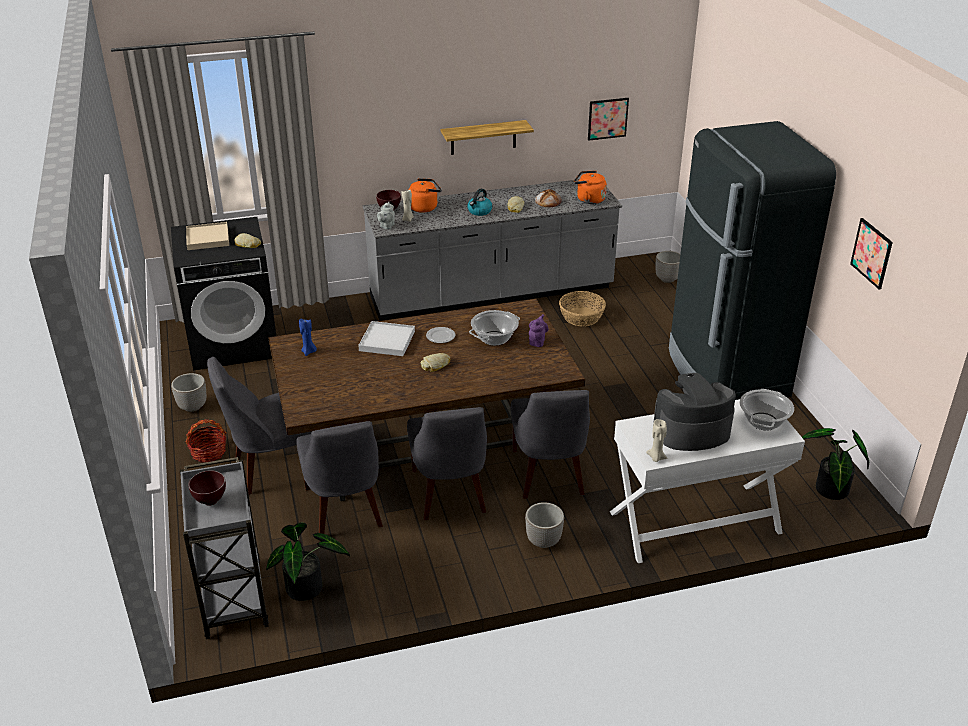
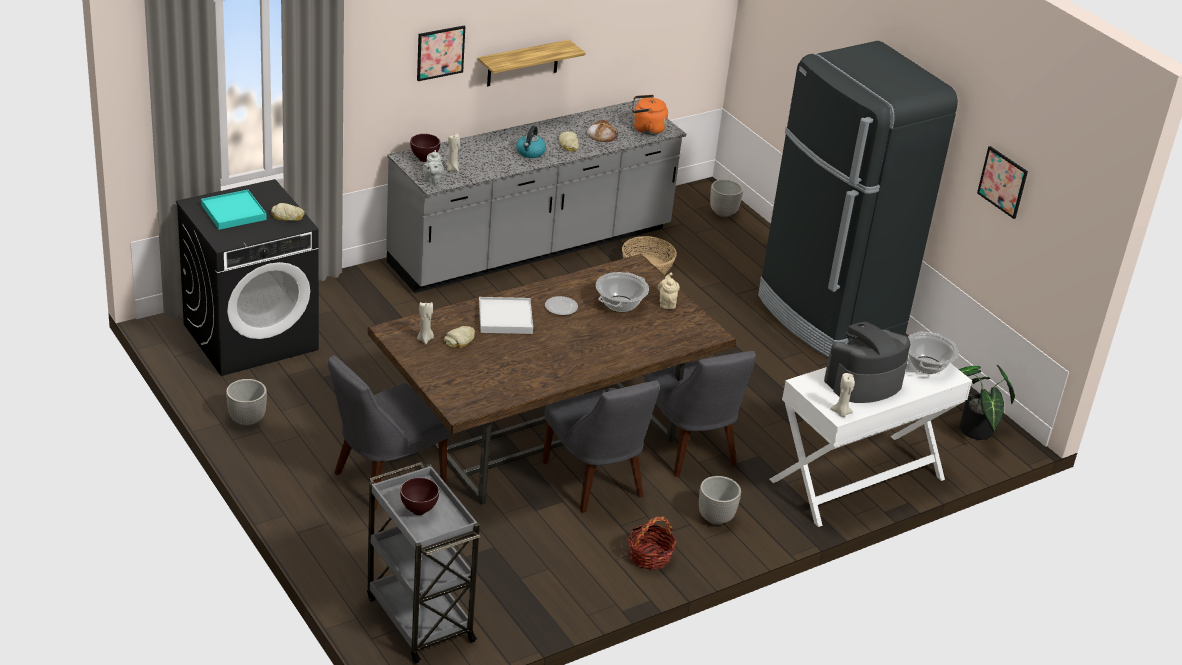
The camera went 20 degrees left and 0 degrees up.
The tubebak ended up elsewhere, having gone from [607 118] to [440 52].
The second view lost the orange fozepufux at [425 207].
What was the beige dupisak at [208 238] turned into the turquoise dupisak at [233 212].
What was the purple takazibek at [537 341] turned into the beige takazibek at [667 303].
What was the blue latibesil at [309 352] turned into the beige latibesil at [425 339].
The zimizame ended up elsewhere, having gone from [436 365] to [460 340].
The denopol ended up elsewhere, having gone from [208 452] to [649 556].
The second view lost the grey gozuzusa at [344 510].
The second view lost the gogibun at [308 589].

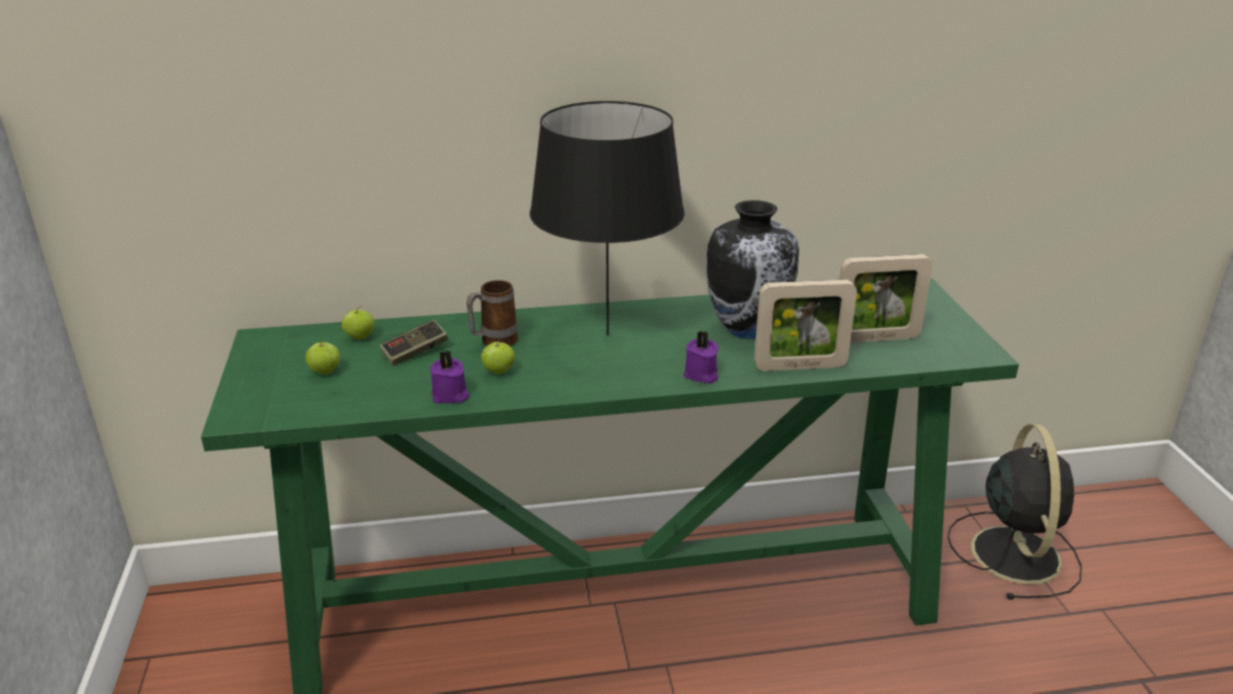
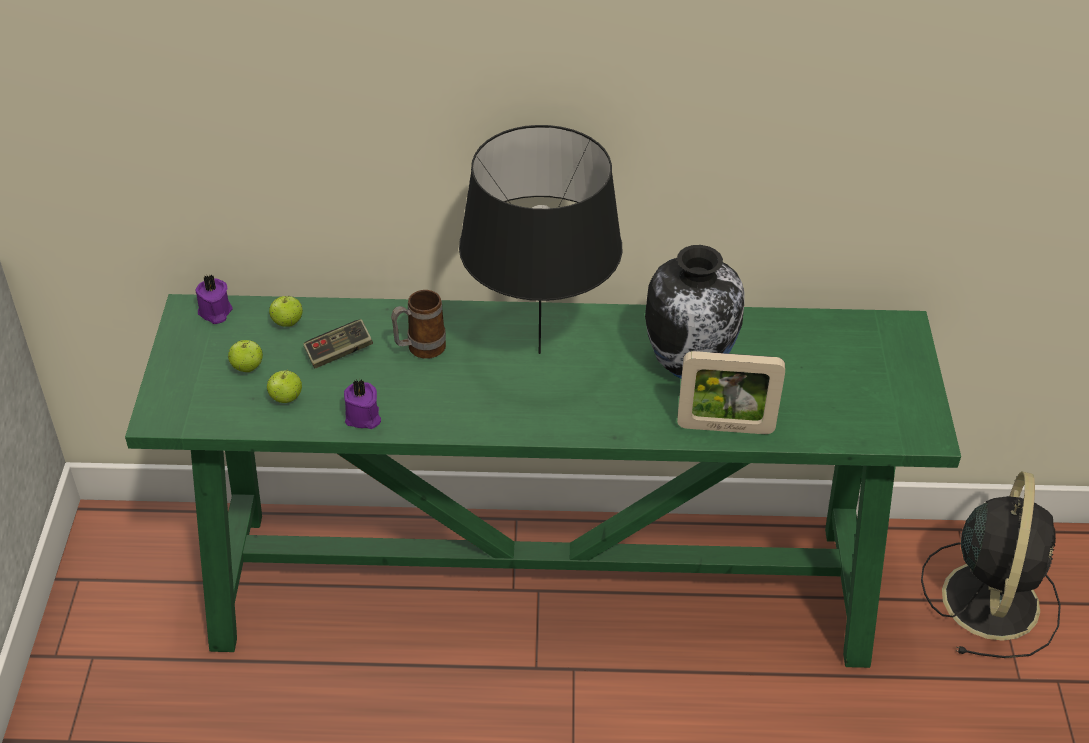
The camera went 10 degrees right and 15 degrees up.
The second view lost the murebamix at [876 338].
The purple latibesil ended up elsewhere, having gone from [701 375] to [215 312].
The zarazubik ended up elsewhere, having gone from [498 371] to [286 398].

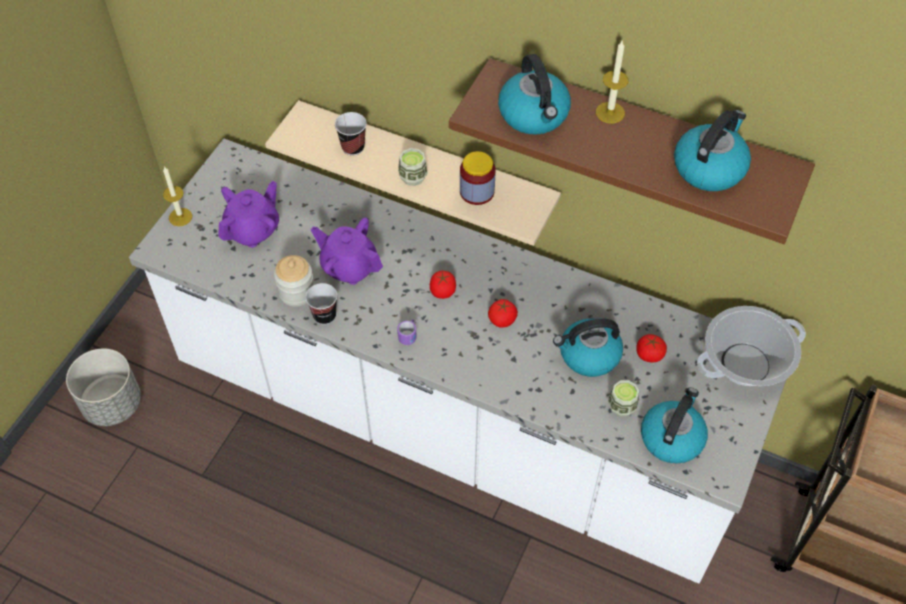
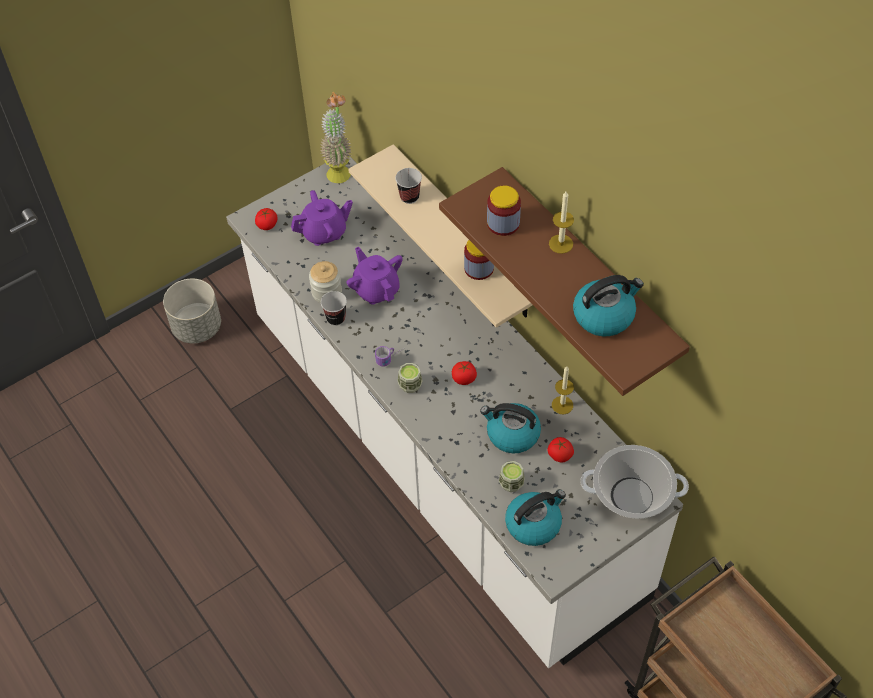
The camera went 30 degrees right and 0 degrees up.
Where the fozepufux stood at [534 115], the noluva came to stand at [503 223].
The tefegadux ended up elsewhere, having gone from [413 177] to [410 385].
The latibesil ended up elsewhere, having gone from [180 217] to [562 405].
The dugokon ended up elsewhere, having gone from [442 291] to [267 225].
The second view gained the gogibun at [339 169].

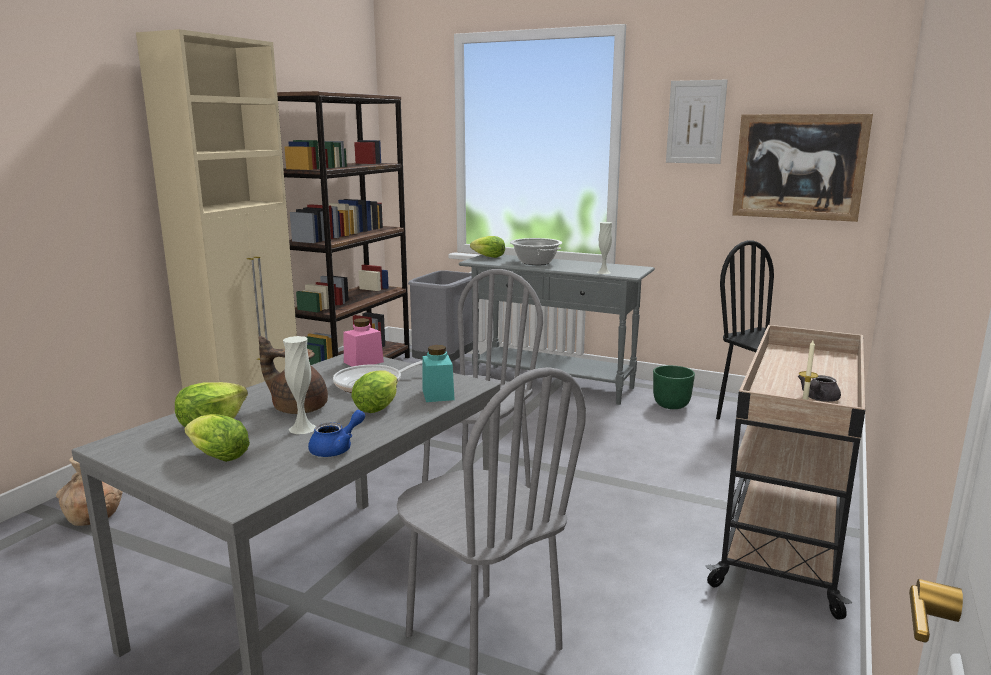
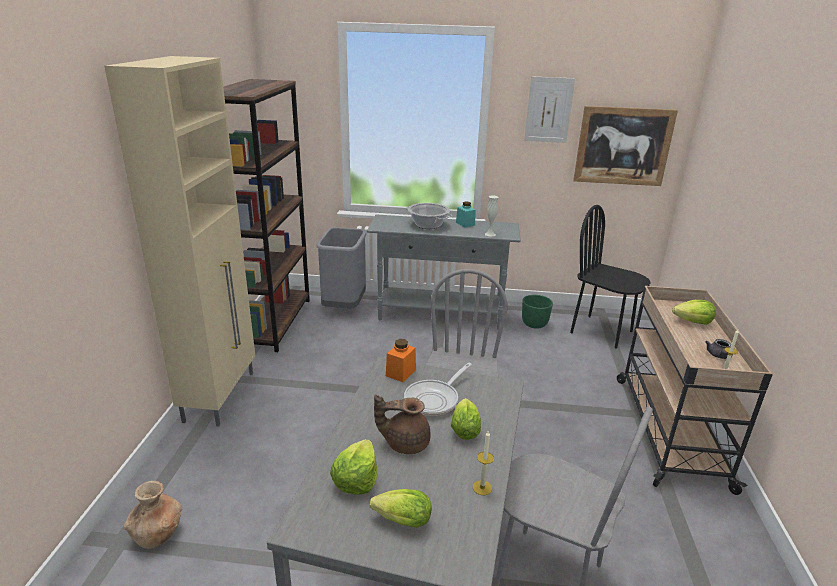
The camera went 20 degrees left and 10 degrees up.
The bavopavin ended up elsewhere, having gone from [488 257] to [693 322].
What was the pink noluva at [363 362] turned into the orange noluva at [400 372].
The second view lost the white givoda at [302 428].
The turquoise noluva ended up elsewhere, having gone from [438 394] to [465 224].
Where the blue takazibek stood at [337 449], the latibesil came to stand at [482 488].

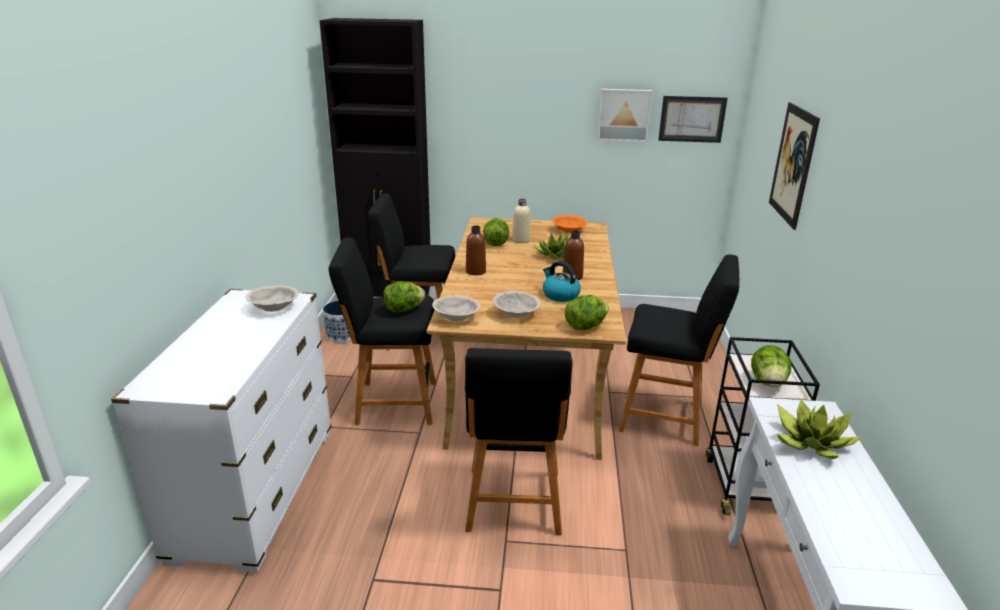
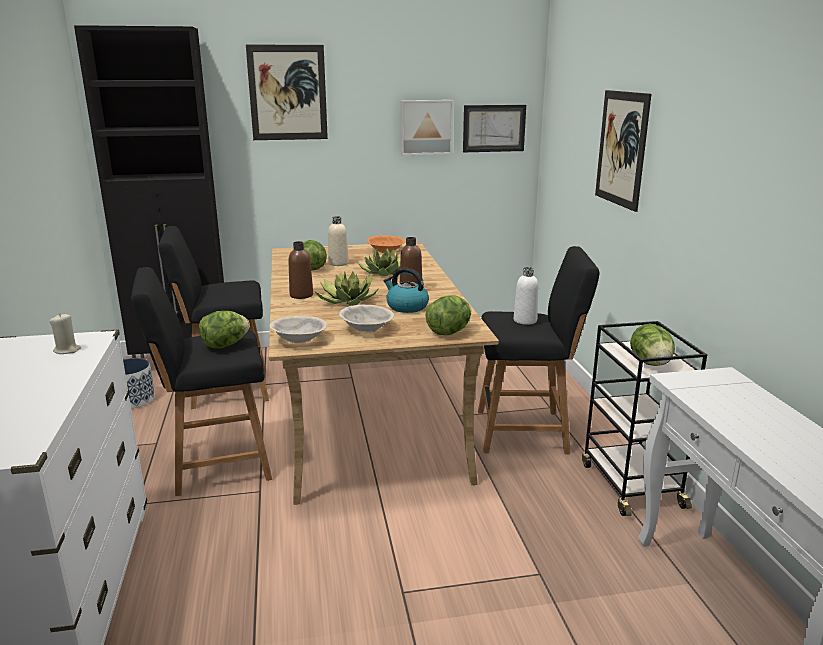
The camera went 15 degrees left and 5 degrees down.
Where the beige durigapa stood at [274 308], the beige latibesil came to stand at [67 350].
The second view lost the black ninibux at [513 505].
The gogibun ended up elsewhere, having gone from [809 442] to [346 301].
The second view gained the tubebak at [287 93].
The second view gained the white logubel at [525 320].

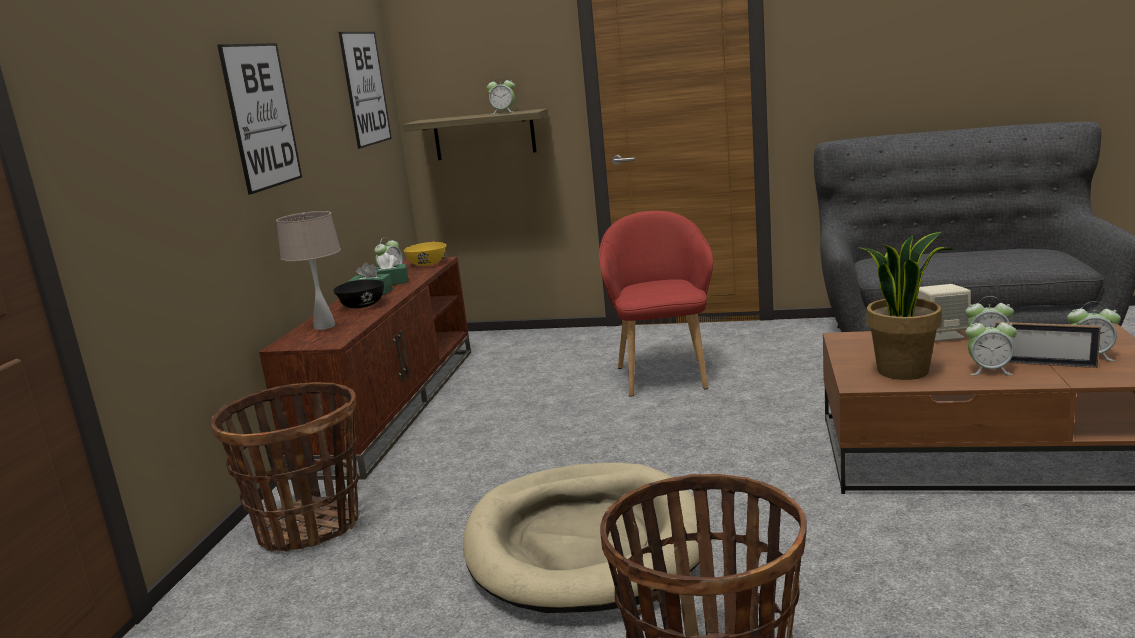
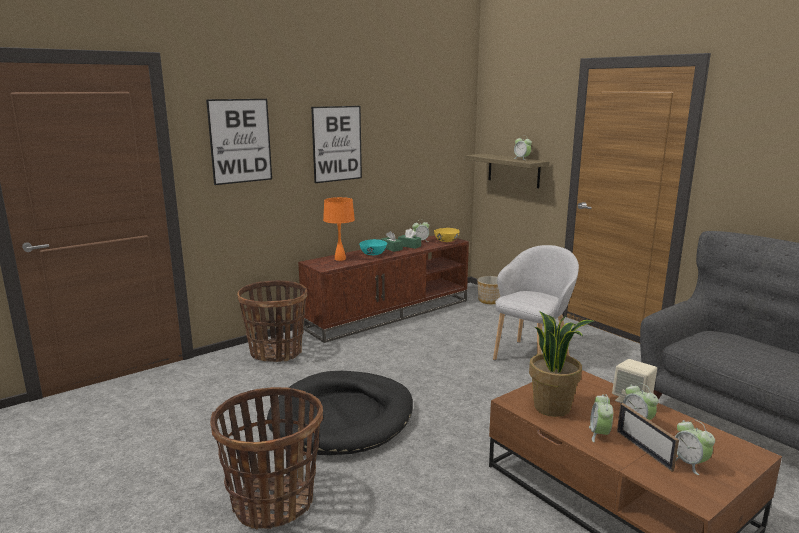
The camera went 40 degrees right and 0 degrees up.
The tubebak ended up elsewhere, having gone from [365 88] to [240 141].
What was the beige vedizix at [325 326] turned into the orange vedizix at [340 259].
What was the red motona at [663 375] turned into the grey motona at [531 356].
What was the black durigapa at [362 306] turned into the turquoise durigapa at [373 254].
The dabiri at [989 370] ended up facing another way, 45 degrees clockwise from before.
What was the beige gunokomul at [584 543] turned into the black gunokomul at [343 417].
The second view gained the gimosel at [489 301].

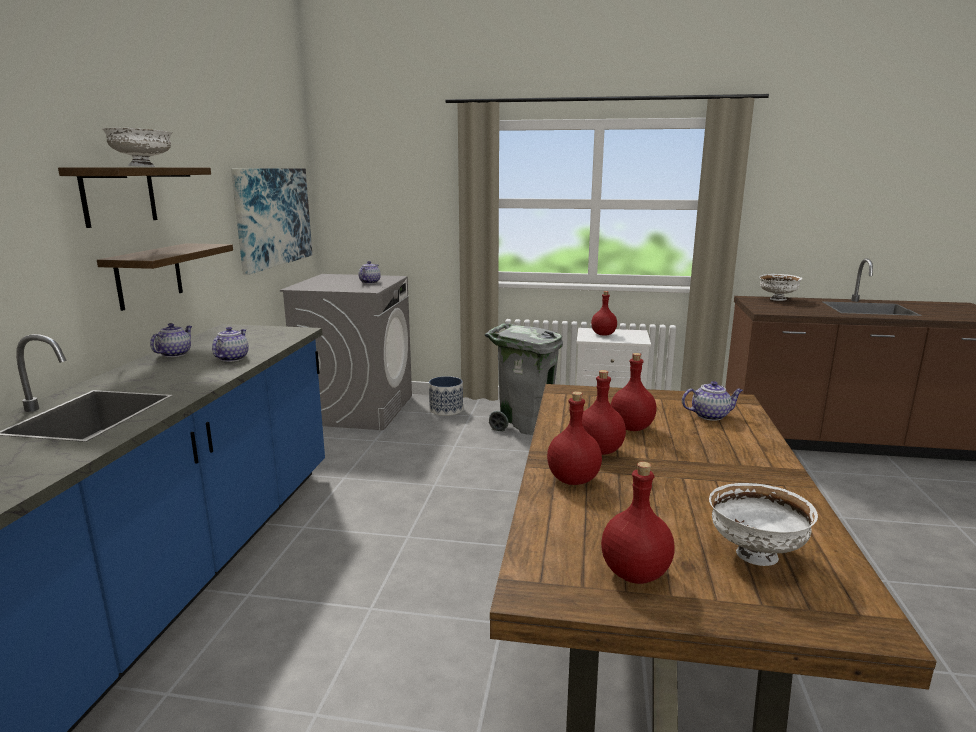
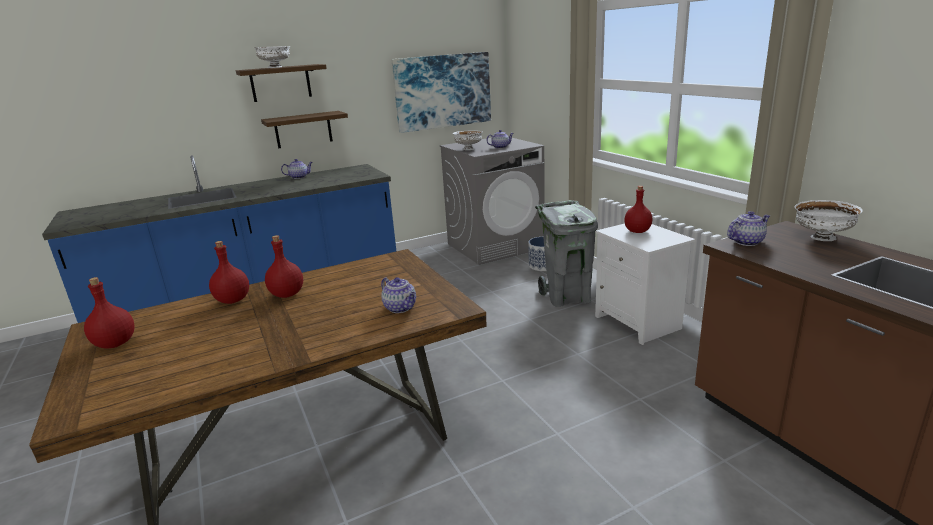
The camera went 55 degrees right and 5 degrees up.
The takazibek ended up elsewhere, having gone from [232 358] to [746 242].
The second view lost the red logubel at [631 427].
The white durigapa ended up elsewhere, having gone from [754 555] to [468 149].

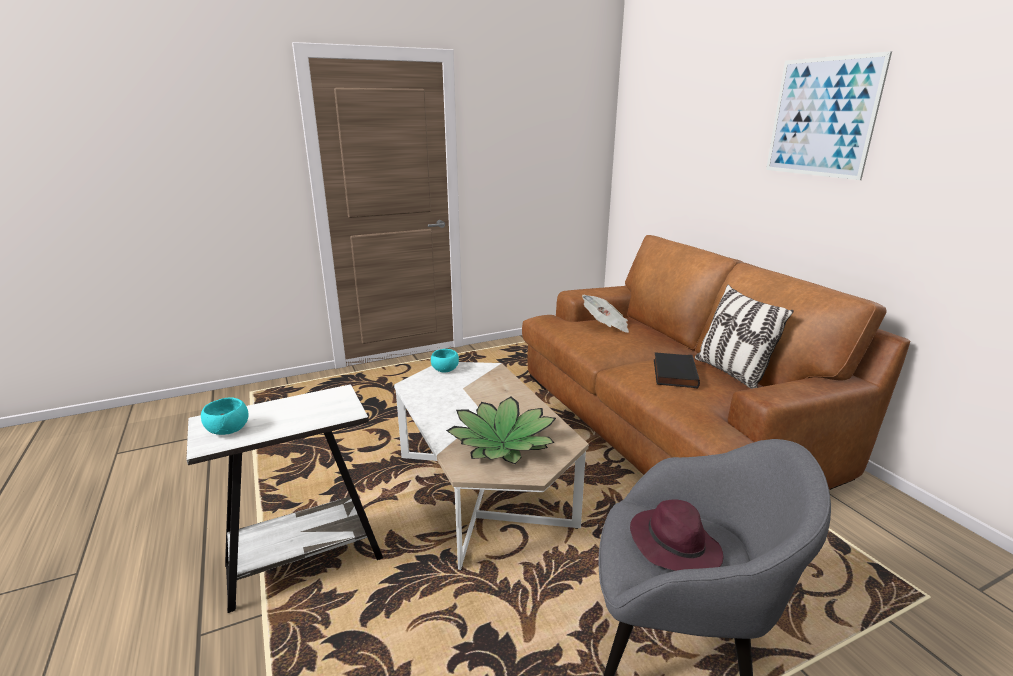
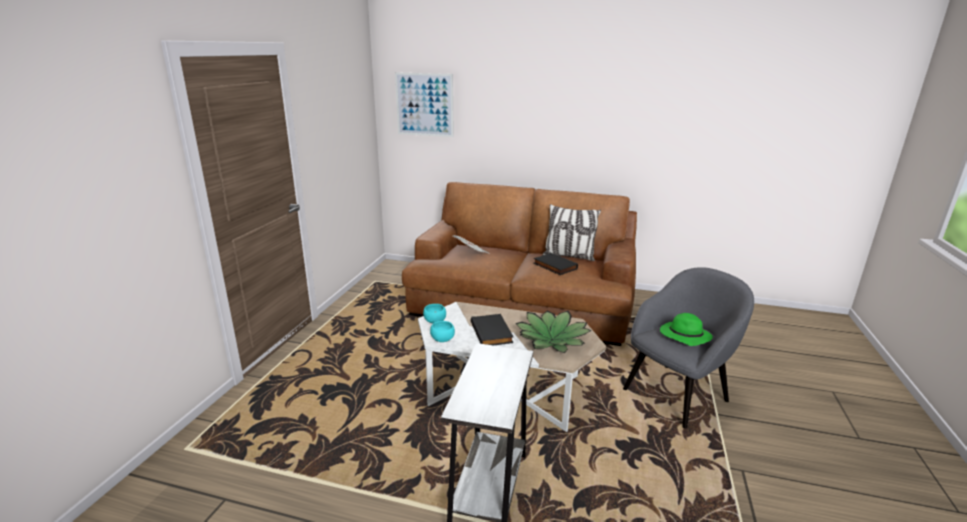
The camera went 50 degrees left and 0 degrees up.
The tubebak ended up elsewhere, having gone from [822 117] to [424 105].
The turquoise durigapa ended up elsewhere, having gone from [227 430] to [442 340].
What was the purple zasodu at [673 544] turned into the green zasodu at [684 336].
The second view gained the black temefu at [492 333].

